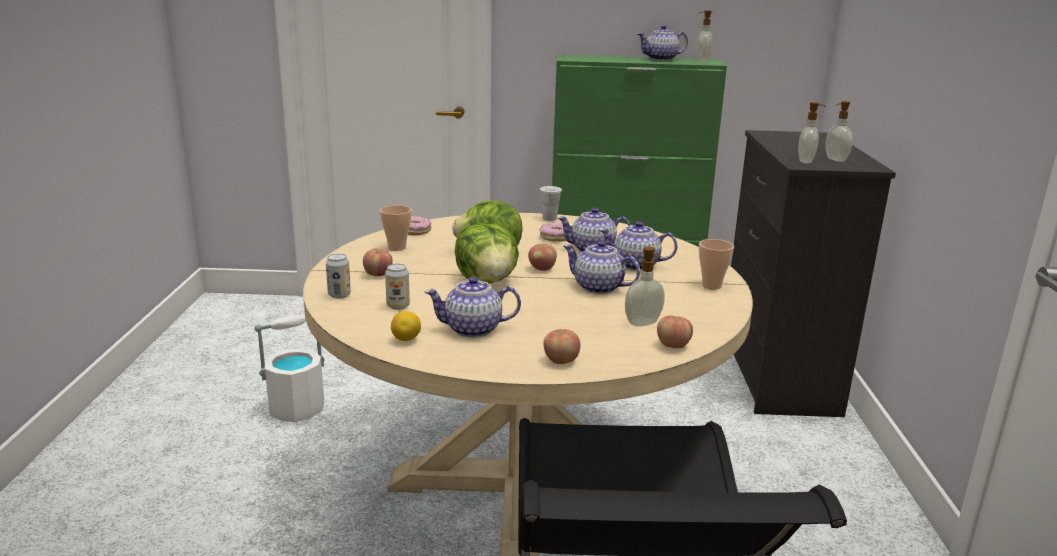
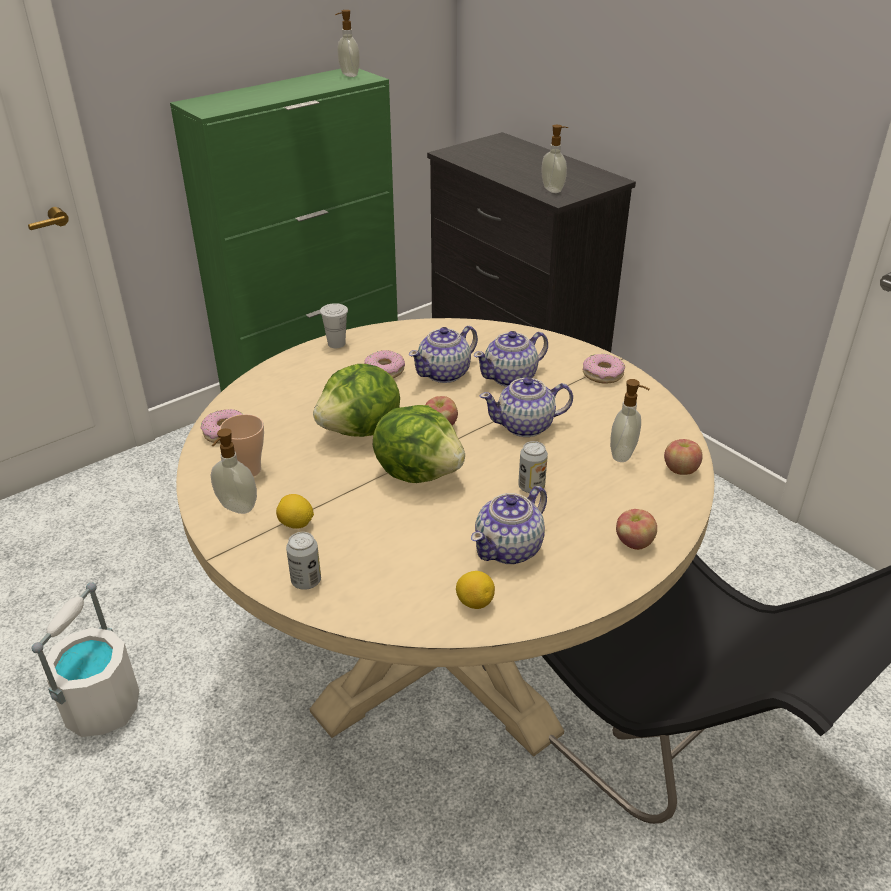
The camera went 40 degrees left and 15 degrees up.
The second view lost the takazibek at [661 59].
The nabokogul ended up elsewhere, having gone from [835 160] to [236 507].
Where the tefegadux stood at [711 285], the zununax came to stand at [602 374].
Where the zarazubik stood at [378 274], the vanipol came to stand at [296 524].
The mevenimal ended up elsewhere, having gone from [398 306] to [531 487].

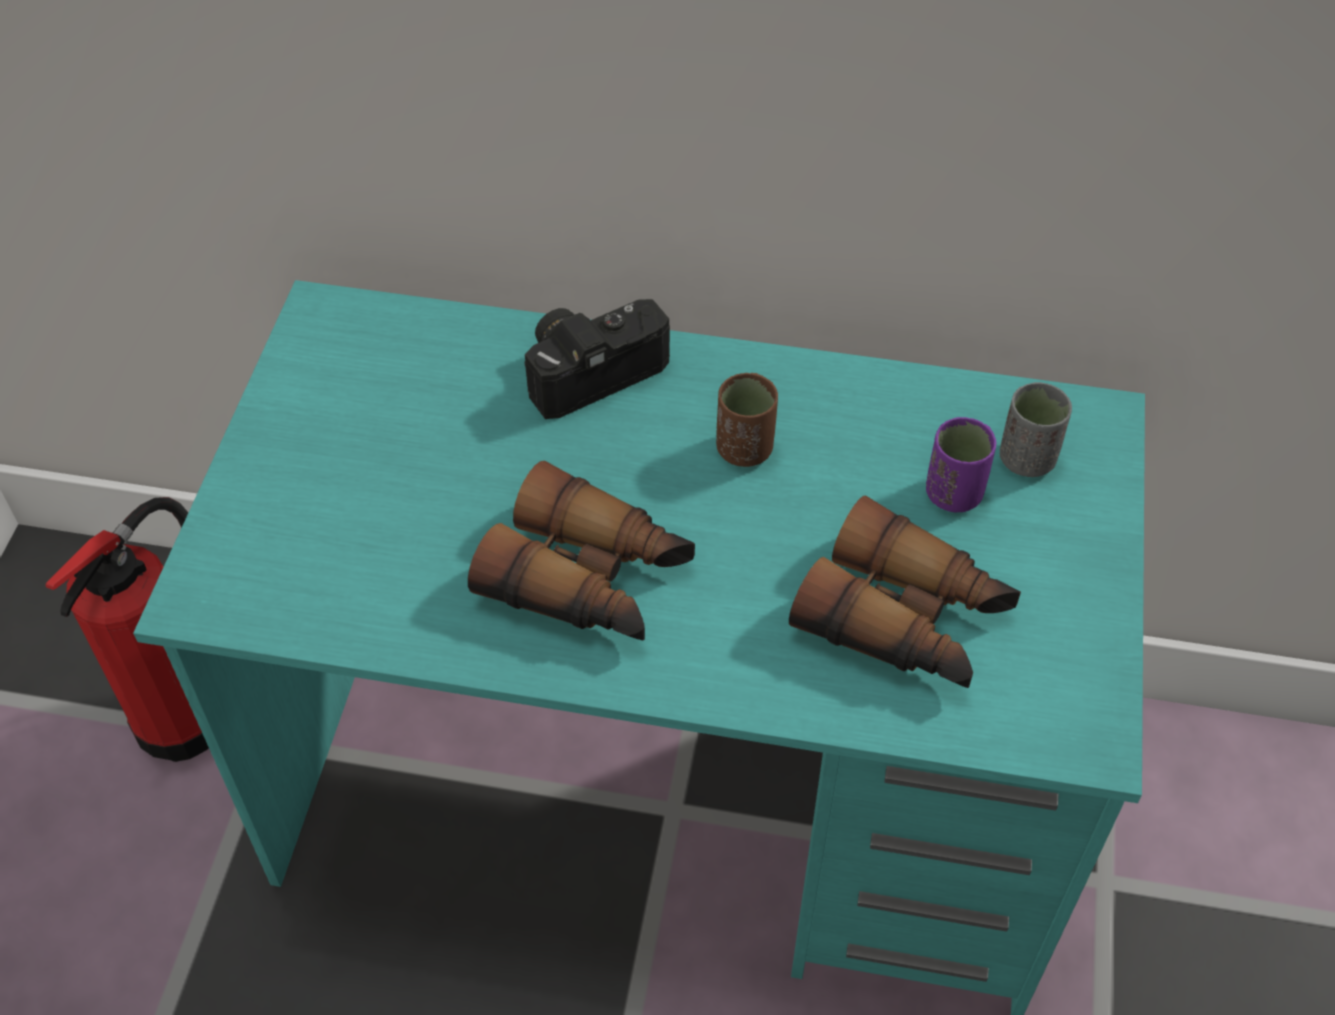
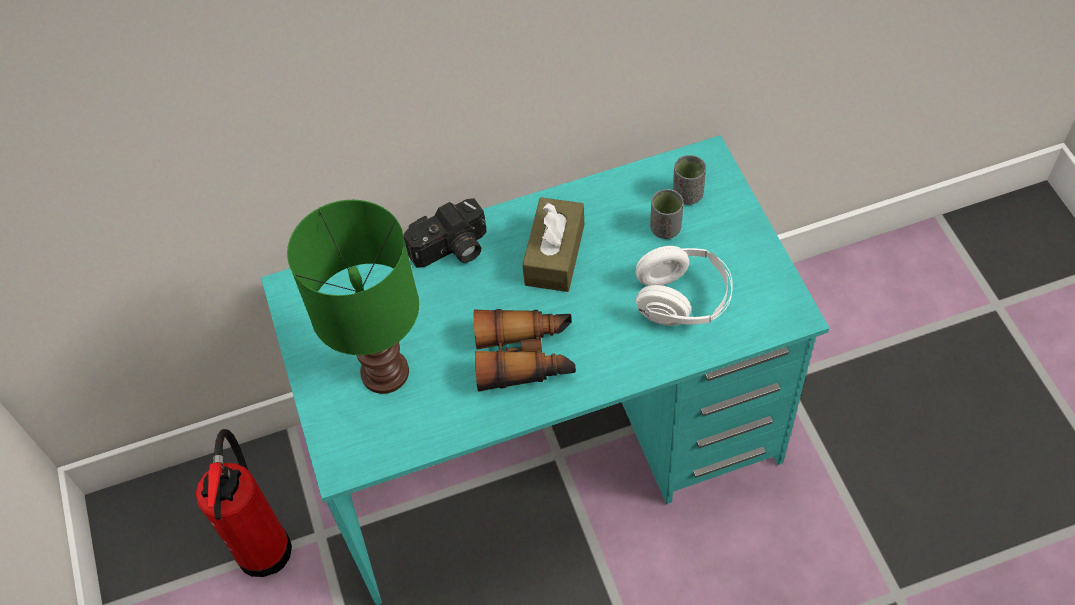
The camera went 25 degrees left and 5 degrees up.
The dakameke at [591 368] ended up facing another way, 150 degrees counterclockwise from before.
Where the brown tefegadux stood at [744 449], the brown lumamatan came to stand at [554 254].
What was the purple tefegadux at [953 494] turned into the grey tefegadux at [665 228].
Where the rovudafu stood at [905 620], the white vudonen came to stand at [682 300].
The second view gained the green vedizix at [387 372].

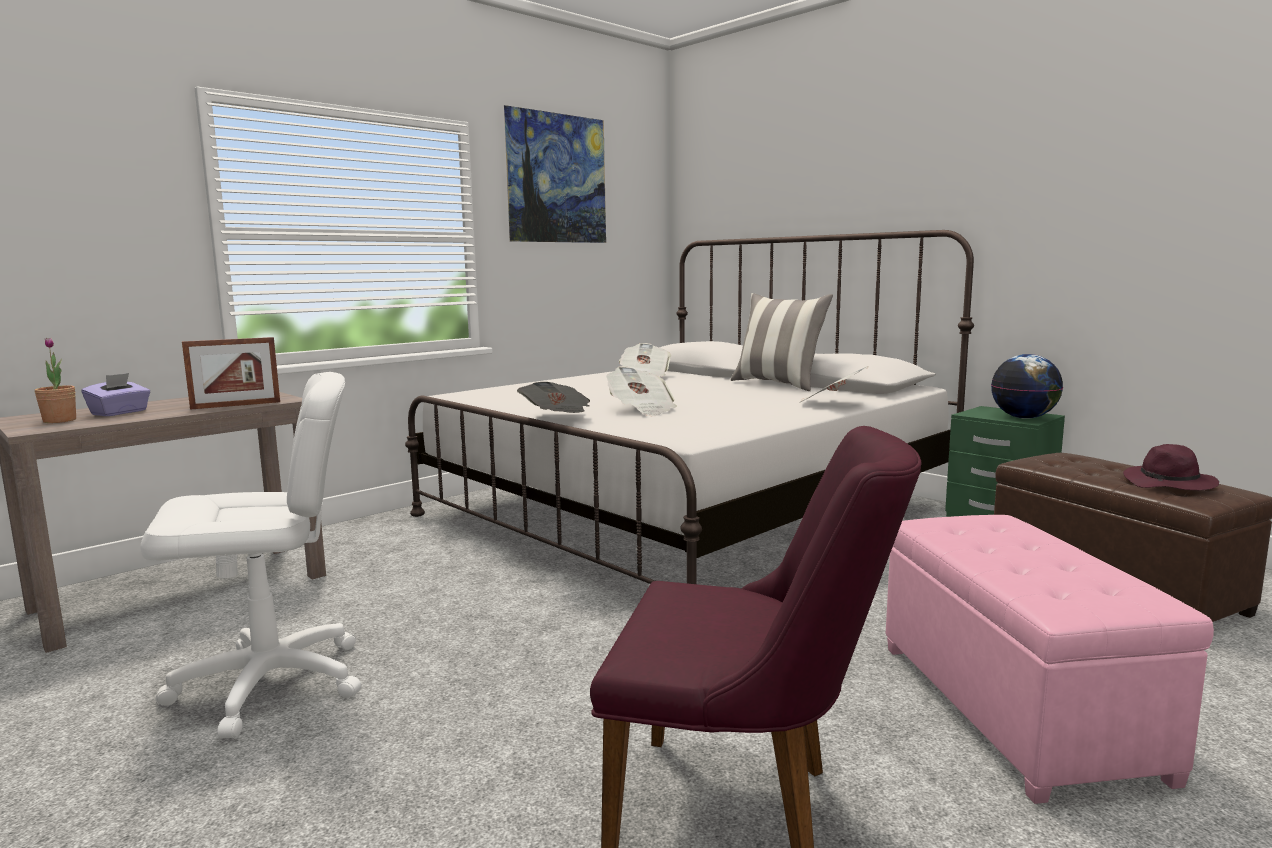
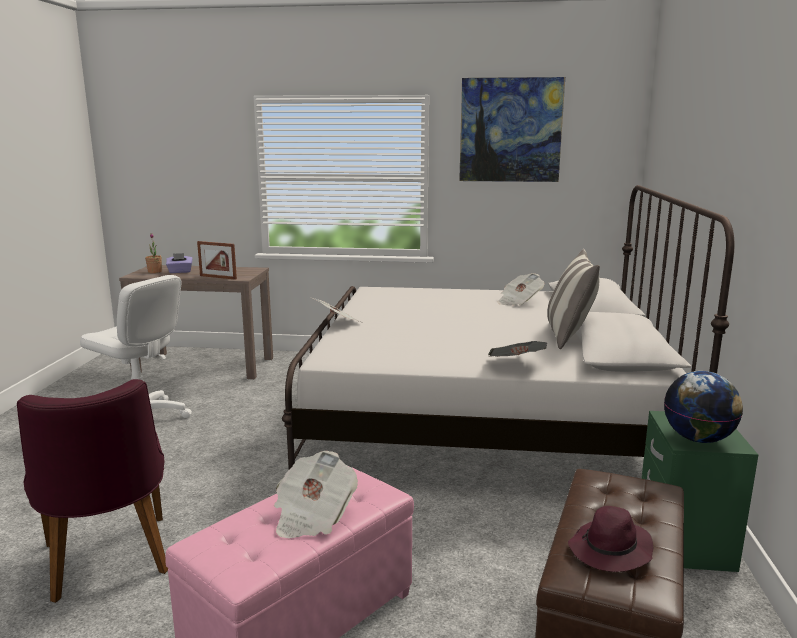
The camera went 50 degrees right and 5 degrees up.
The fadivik ended up elsewhere, having gone from [641 410] to [312 516].

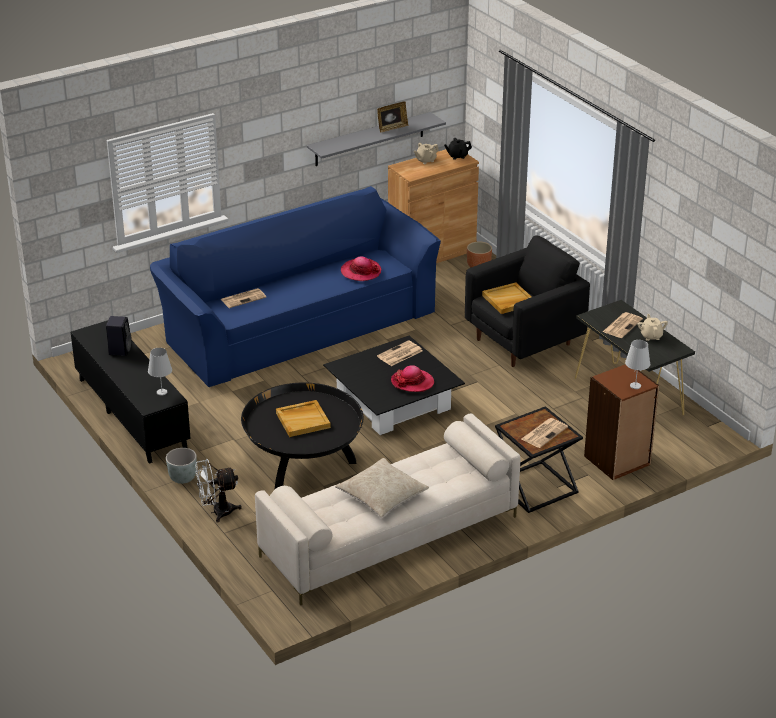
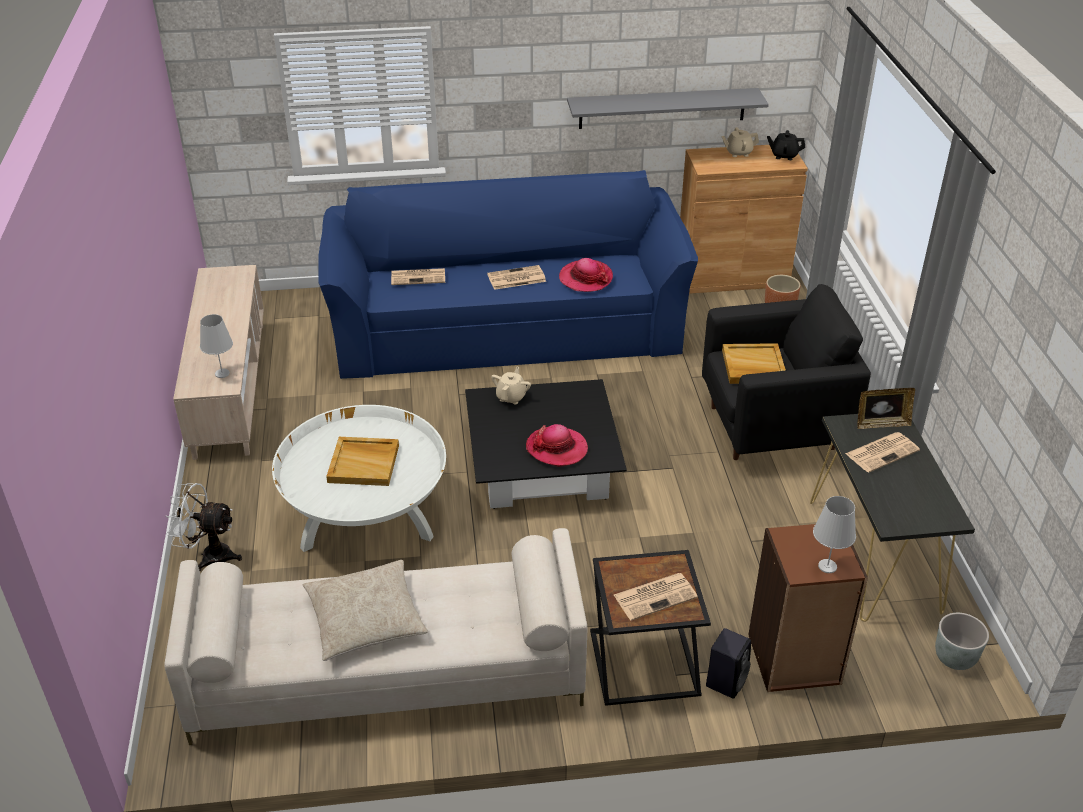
The camera went 25 degrees right and 5 degrees up.
The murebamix ended up elsewhere, having gone from [392 128] to [881 424].
The beige takazibek ended up elsewhere, having gone from [651 336] to [511 397].
The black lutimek ended up elsewhere, having gone from [120 349] to [726 680].
What was the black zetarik at [132 414] turned into the beige zetarik at [230 388].
The fadivik ended up elsewhere, having gone from [399 354] to [515 278].
What was the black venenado at [303 463] turned into the white venenado at [366 518].
The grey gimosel ended up elsewhere, having gone from [182 478] to [954 658].

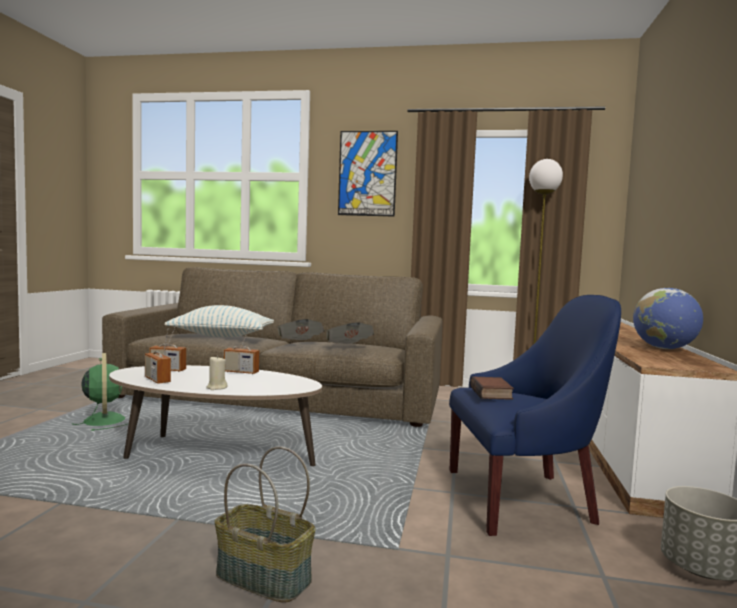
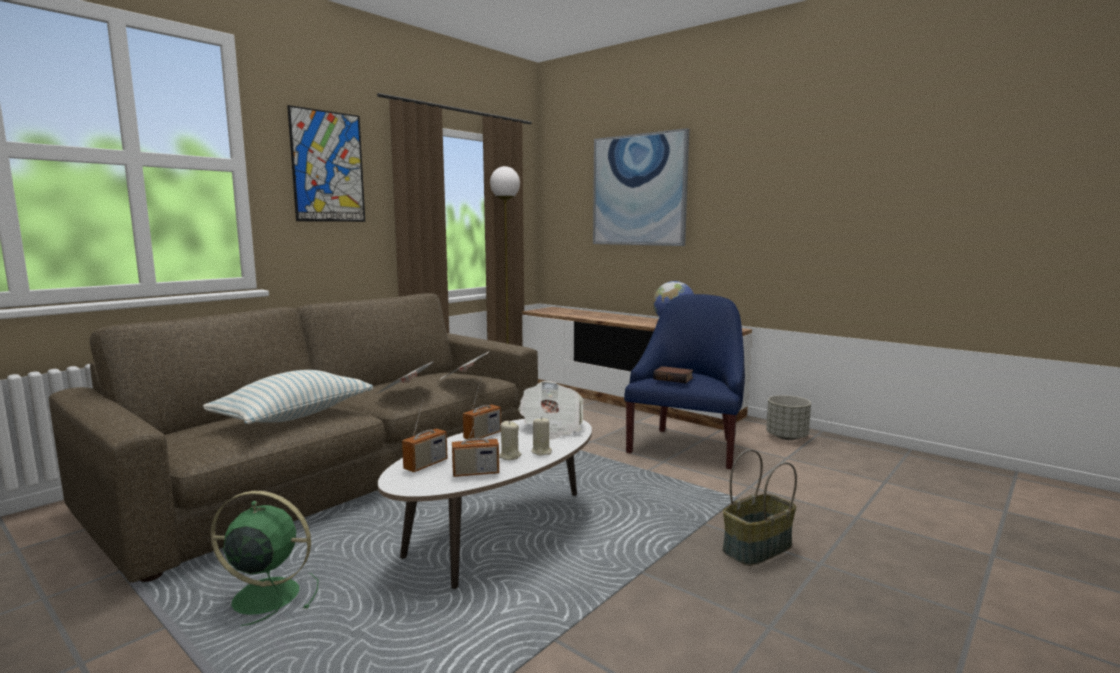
The camera went 60 degrees left and 5 degrees up.
The second view gained the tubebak at [639 190].
The second view gained the fadivik at [551 428].
The second view gained the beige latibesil at [509 456].

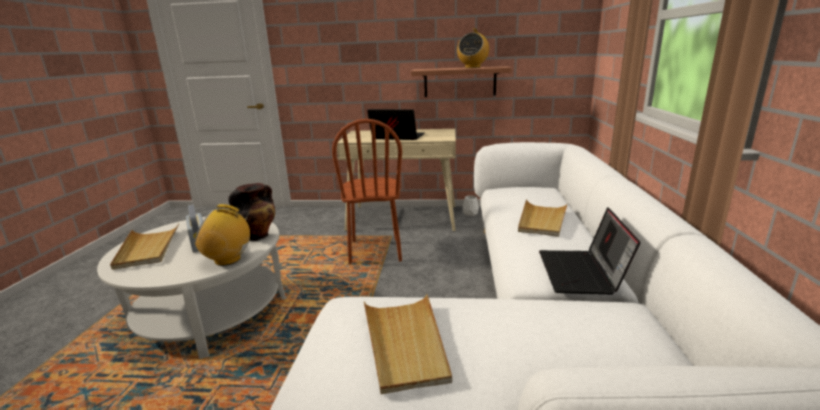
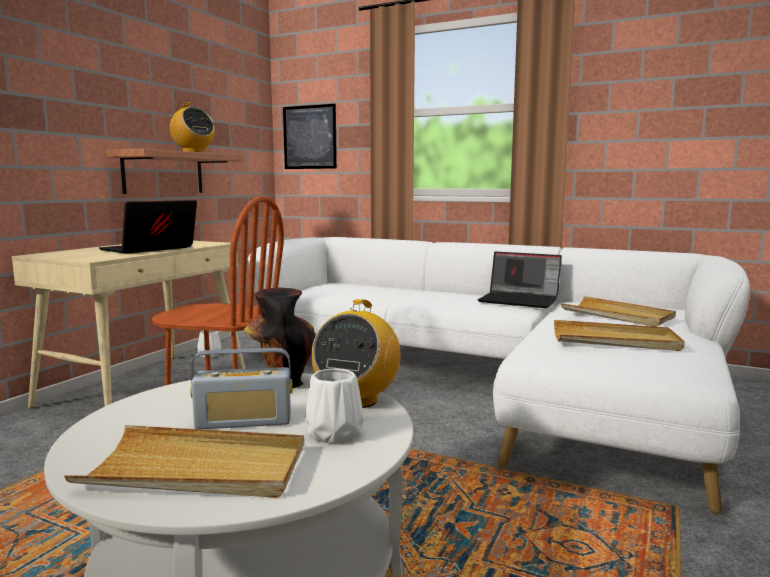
The camera went 70 degrees left and 10 degrees down.
The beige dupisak ended up elsewhere, having gone from [542 220] to [617 315].
The second view gained the tubebak at [309 137].
The second view gained the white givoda at [333 434].

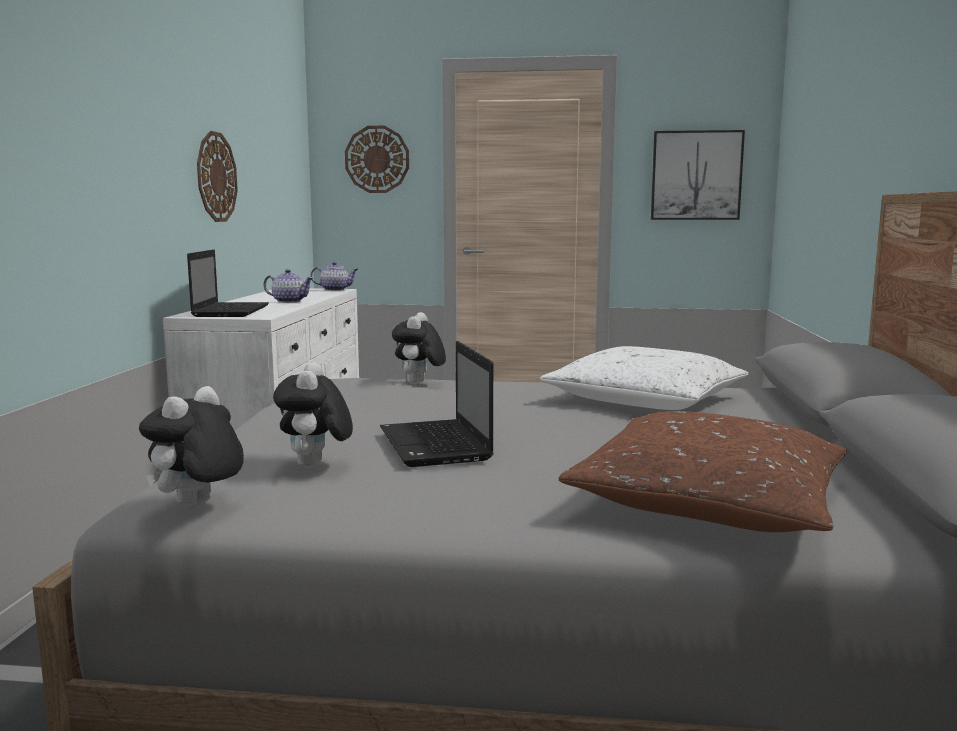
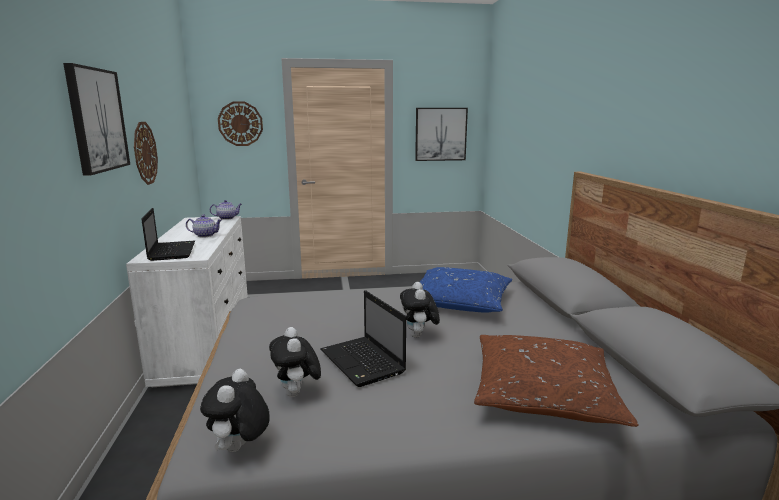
The camera went 15 degrees left and 5 degrees up.
The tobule ended up elsewhere, having gone from [419 384] to [419 336].
What was the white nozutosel at [645 400] turned into the blue nozutosel at [459 302].
The second view gained the tubebak at [97 120].

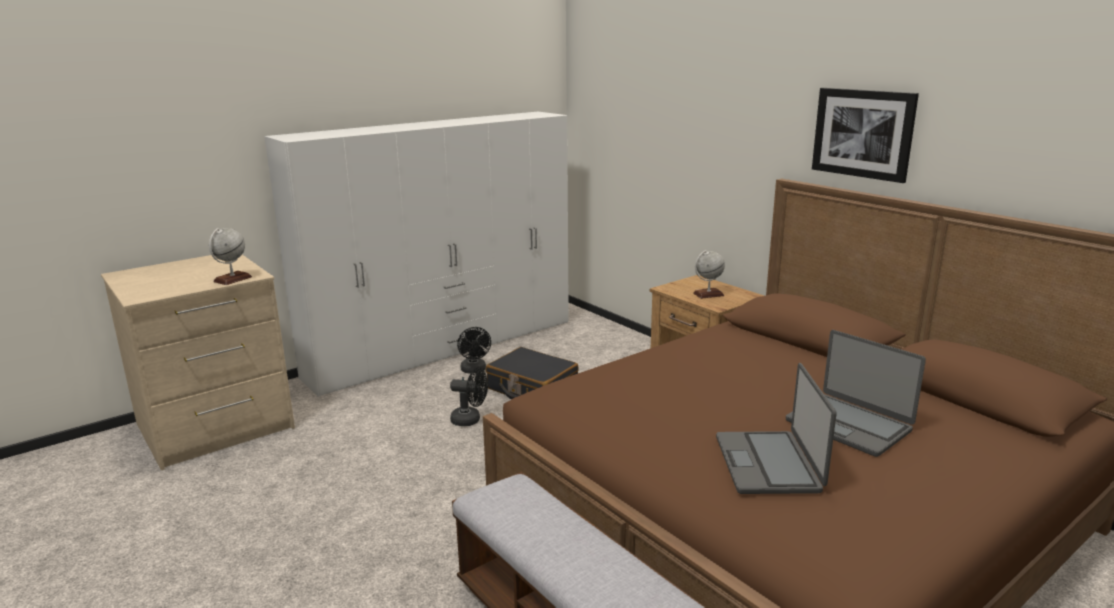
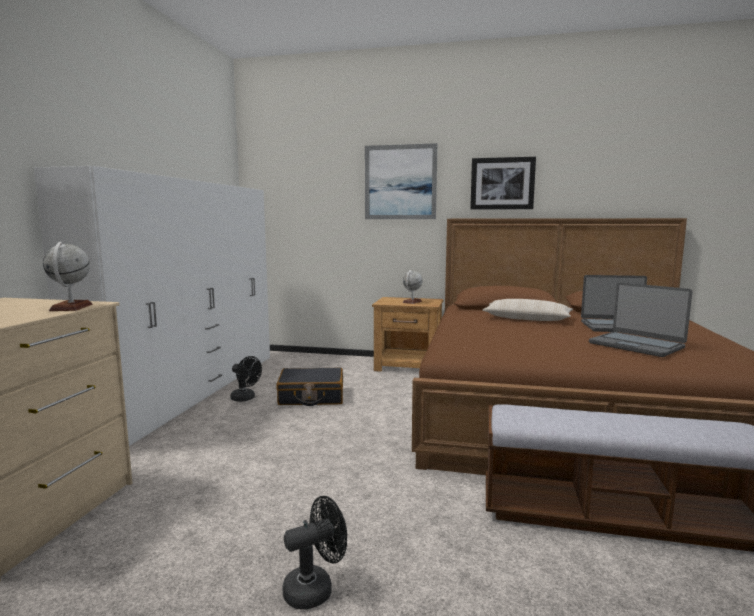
The camera went 40 degrees left and 10 degrees down.
The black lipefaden ended up elsewhere, having gone from [470 420] to [315 588].
The second view gained the tubebak at [400 182].
The second view gained the beige nozutosel at [527 319].

